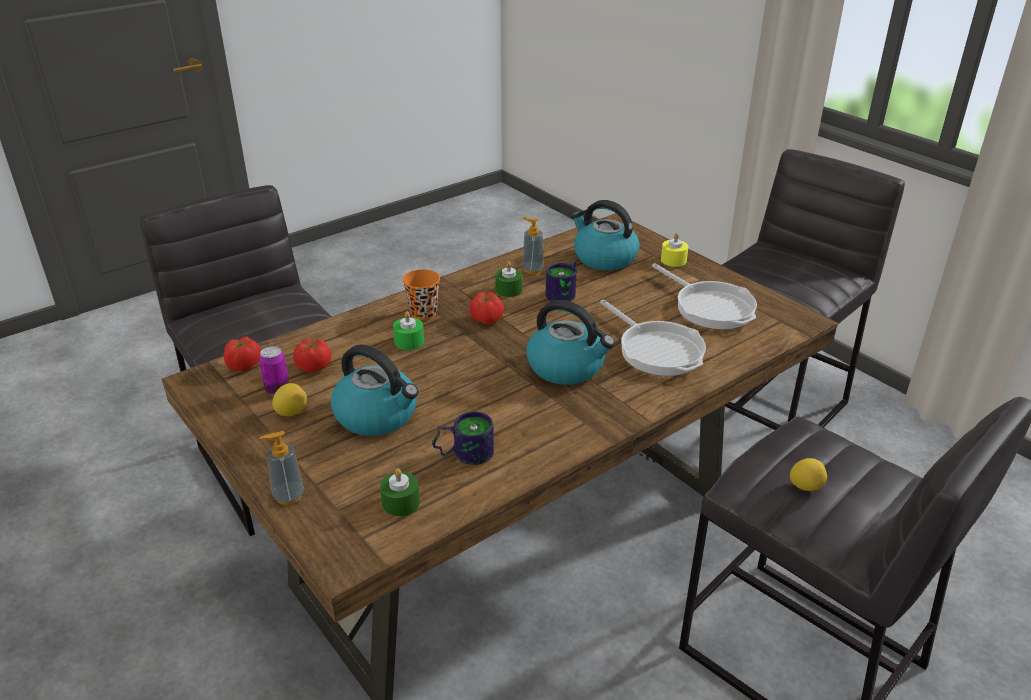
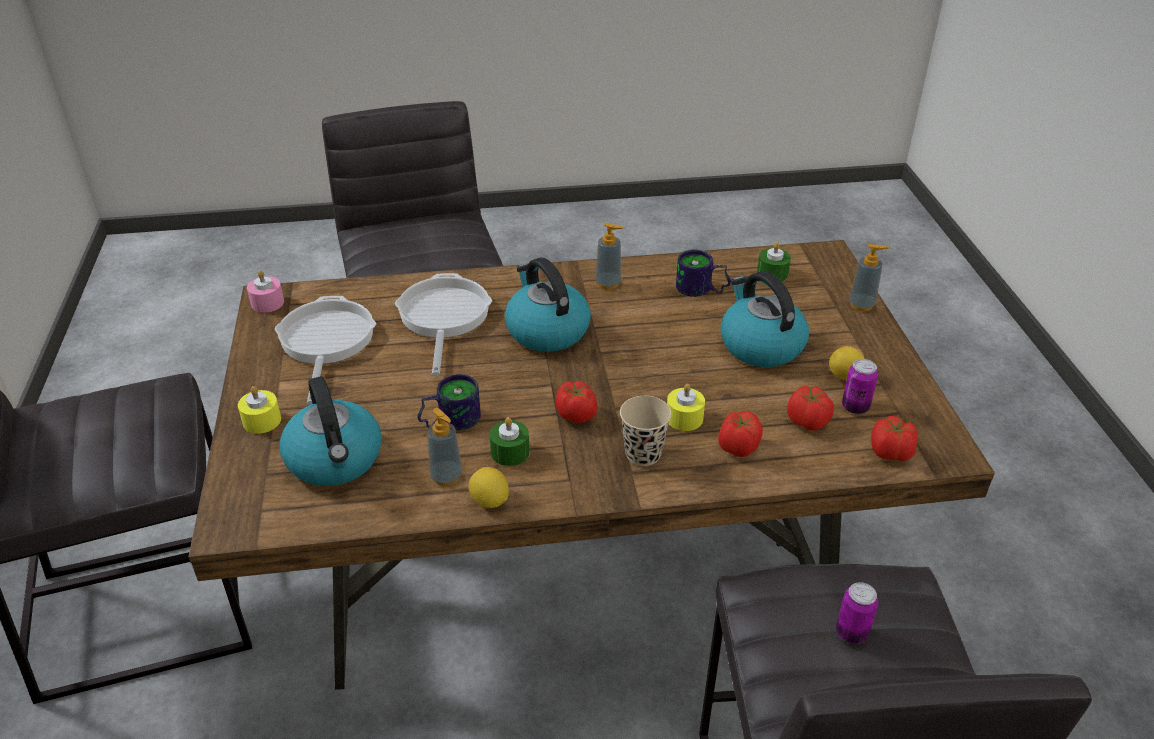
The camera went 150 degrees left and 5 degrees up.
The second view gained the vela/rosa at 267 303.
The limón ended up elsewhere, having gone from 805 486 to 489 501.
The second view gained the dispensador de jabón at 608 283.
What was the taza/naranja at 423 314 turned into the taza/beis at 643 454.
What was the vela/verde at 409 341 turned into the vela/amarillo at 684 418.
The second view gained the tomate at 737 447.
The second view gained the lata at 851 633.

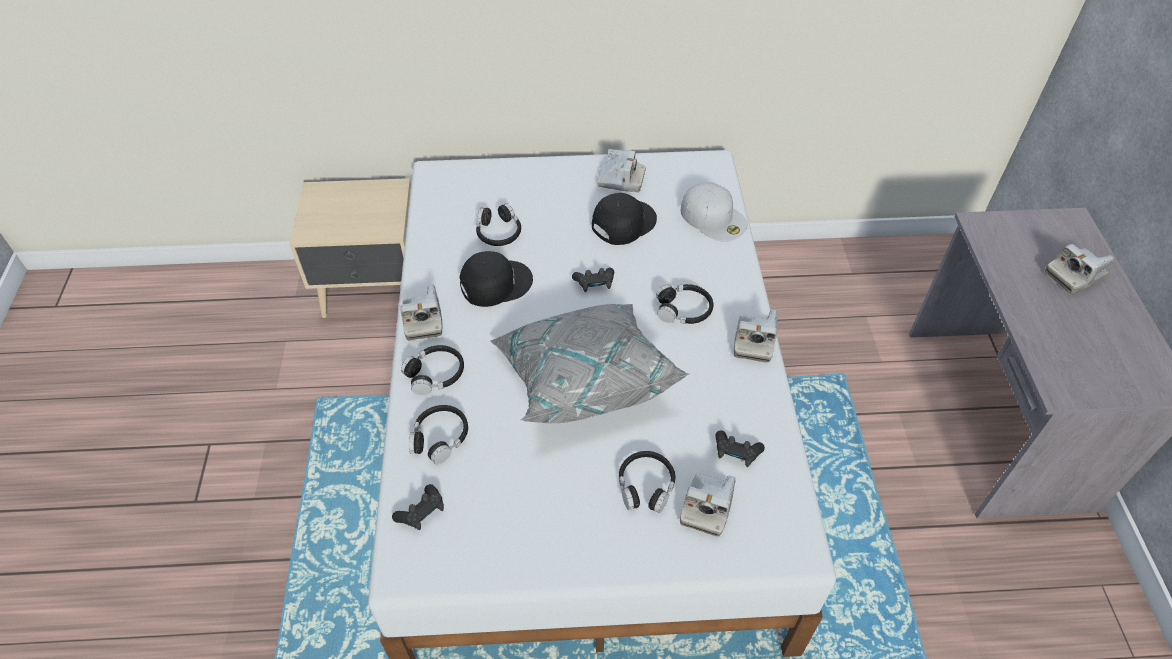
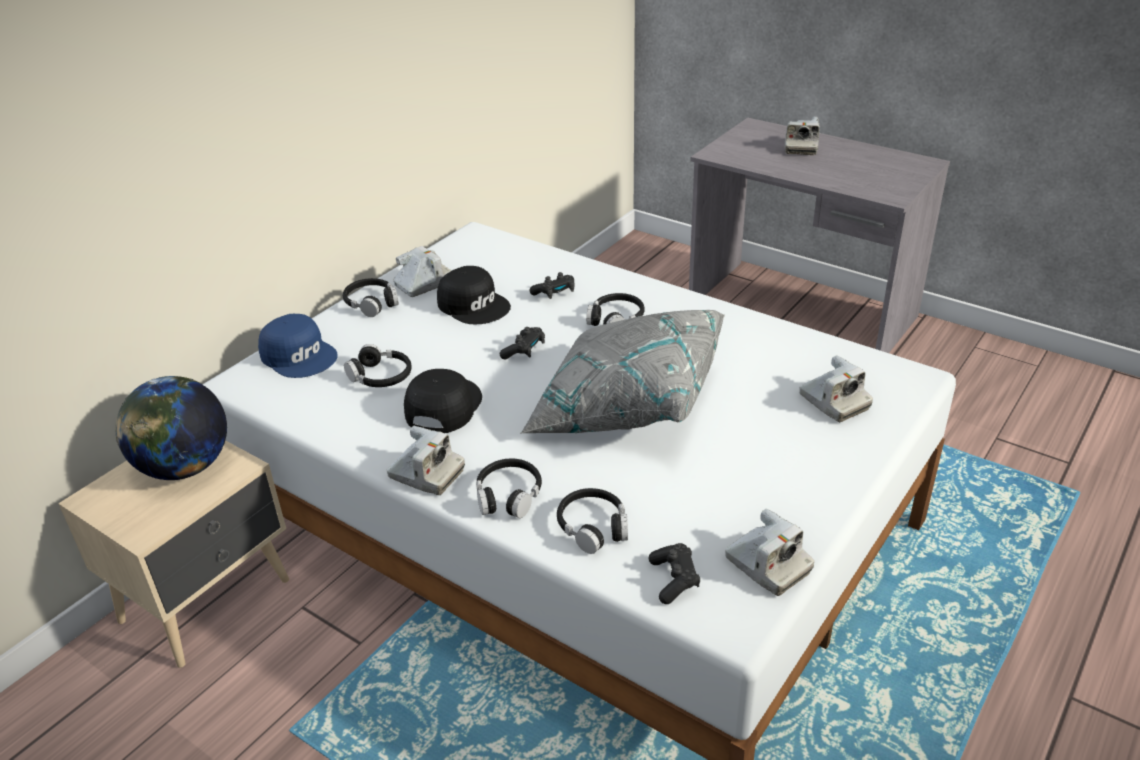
The camera went 50 degrees left and 15 degrees down.
The second view gained the globo terráqueo at 185 468.
The second view gained the gorra/azul at 299 355.
The auriculares/negro ended up elsewhere, having gone from 646 486 to 371 303.
The gorra/negro at 623 222 ended up facing another way, 135 degrees clockwise from before.
The mando de consola/negro ended up elsewhere, having gone from 736 453 to 555 293.
The cámara ended up elsewhere, having gone from 753 341 to 767 565.
The second view lost the gorra/blanco at 714 217.

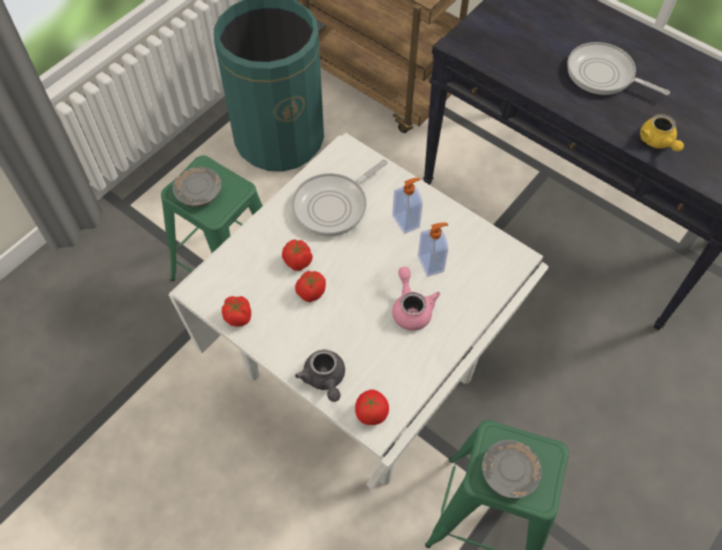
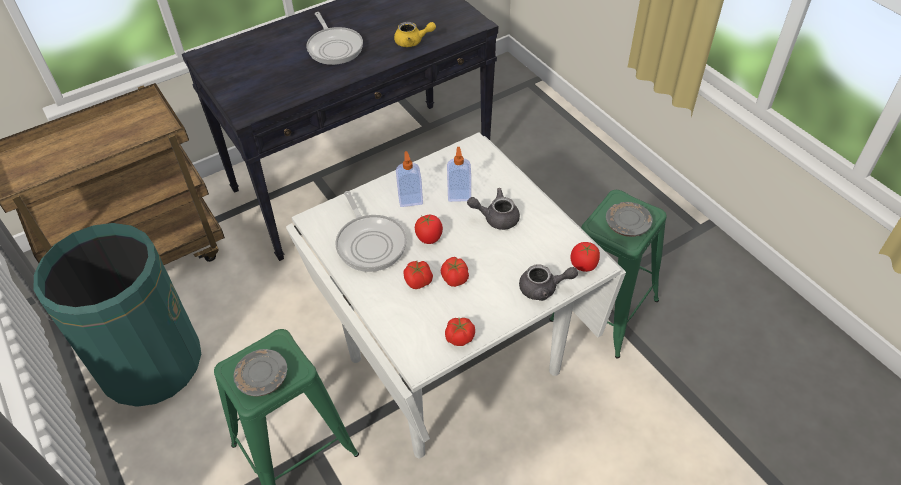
The camera went 70 degrees left and 10 degrees down.
The sartén at 603 75 ended up facing another way, 75 degrees counterclockwise from before.
The second view gained the tomate at 429 238.
What was the tetera/rosa at 411 308 turned into the tetera/gris at 496 218.

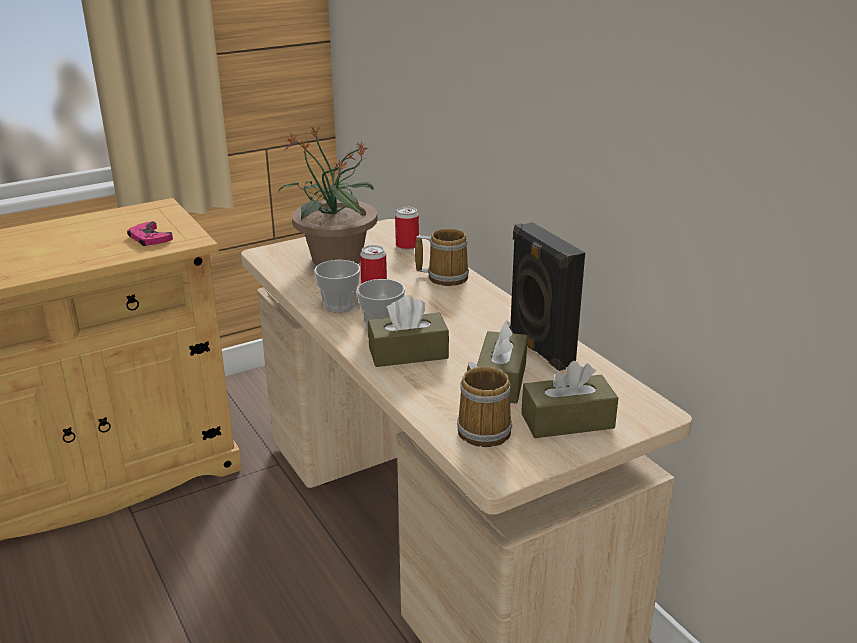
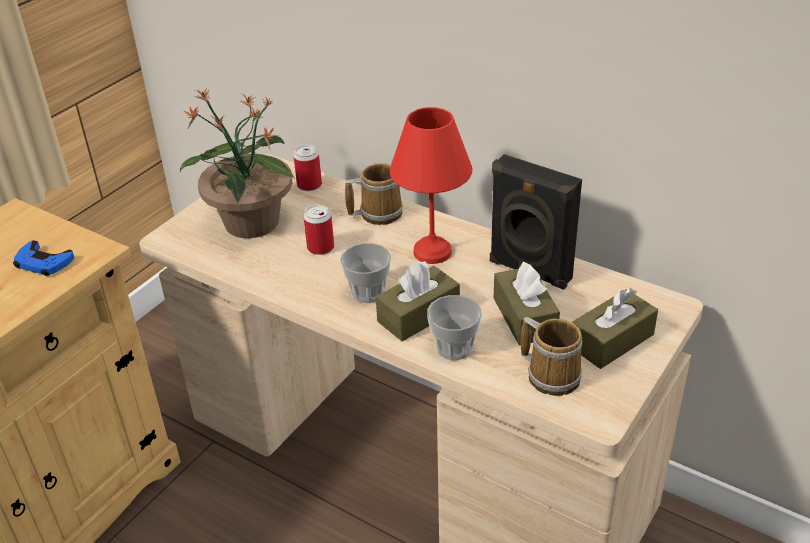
The camera went 25 degrees left and 10 degrees up.
What was the mando de consola/rosa at 149 238 turned into the mando de consola/azul at 43 263.
The second view gained the lámpara de mesa/rojo at 433 253.
The taza ended up elsewhere, having gone from 339 305 to 454 348.

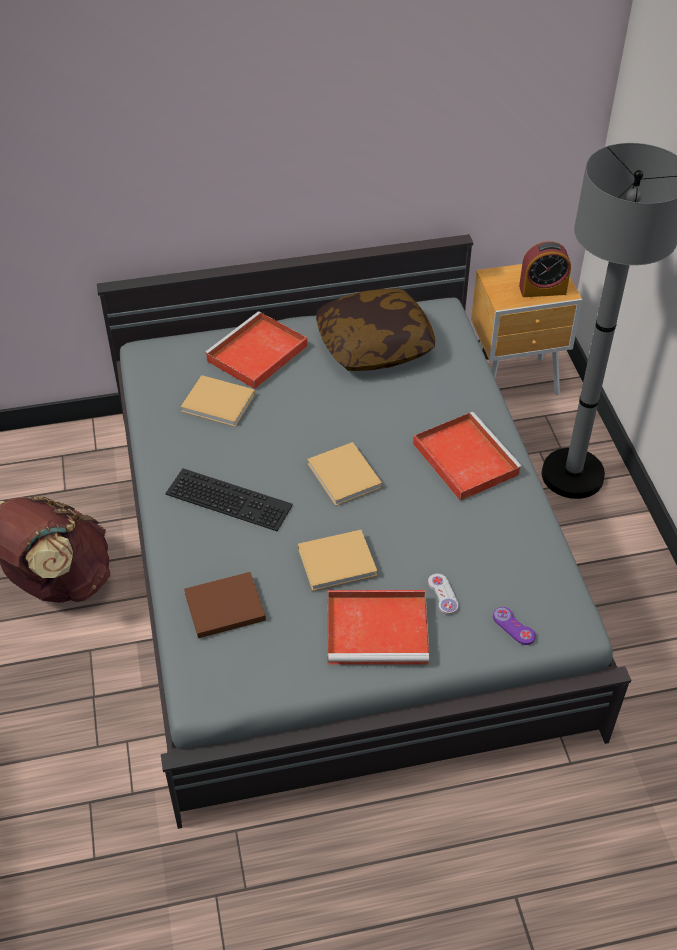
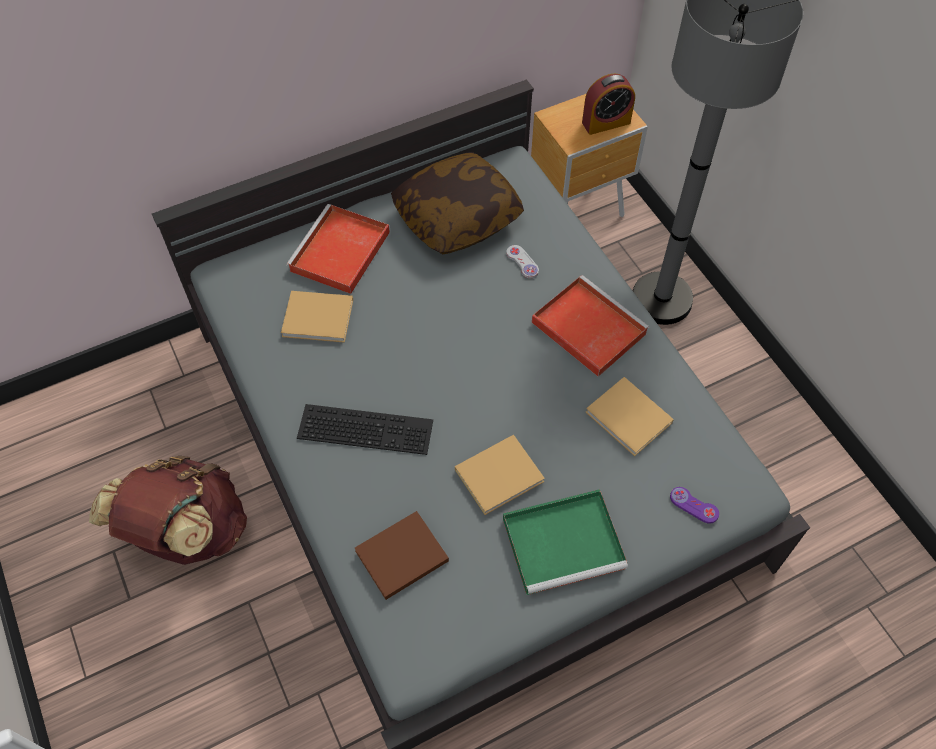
The camera went 15 degrees left and 10 degrees up.
What was the bandeja/rojo at 379 629 turned into the bandeja/verde at 565 542.
The mando de consola/blanco ended up elsewhere, having gone from 443 595 to 522 262.
The libro/beis ended up elsewhere, having gone from 345 477 to 630 419.

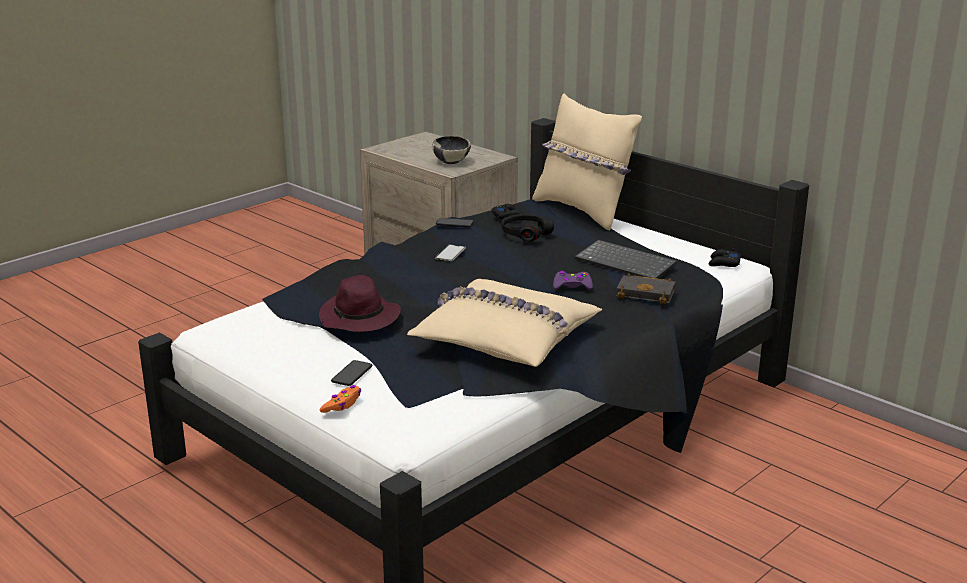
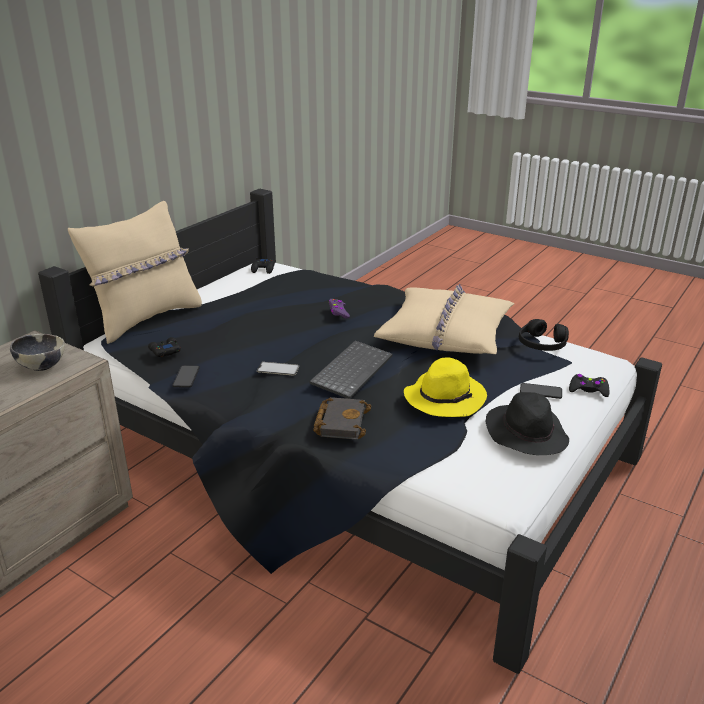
The camera went 100 degrees left and 5 degrees up.
The teclado ended up elsewhere, having gone from 627 263 to 351 370.
The libro/negro ended up elsewhere, having gone from 647 293 to 340 422.
What was the sombrero/morado at 360 318 turned into the sombrero/amarillo at 445 398.
The second view gained the sombrero/negro at 525 434.
The auriculares/negro ended up elsewhere, having gone from 525 234 to 542 344.
What was the mando de consola/naranja at 342 404 turned into the mando de consola/negro at 588 390.

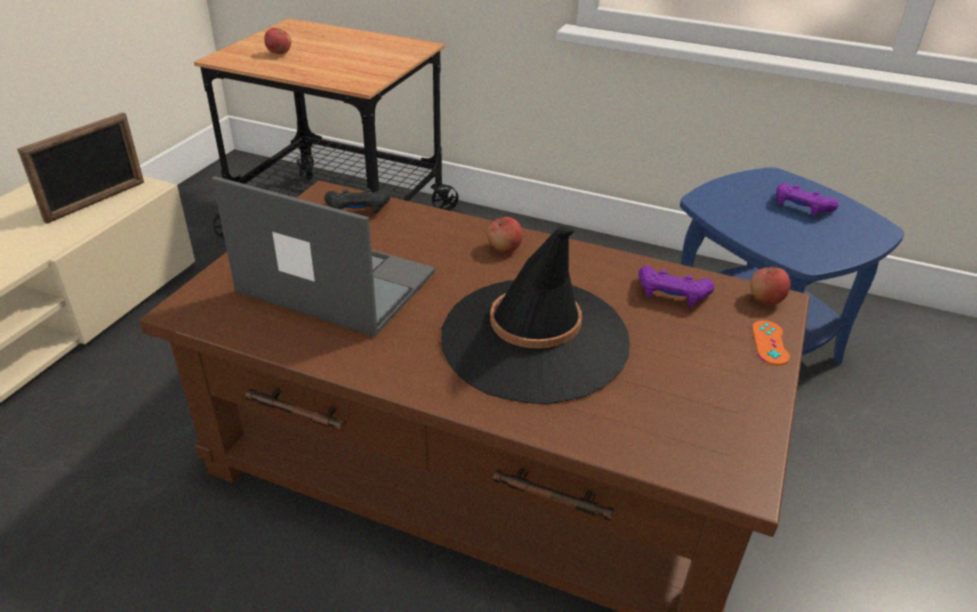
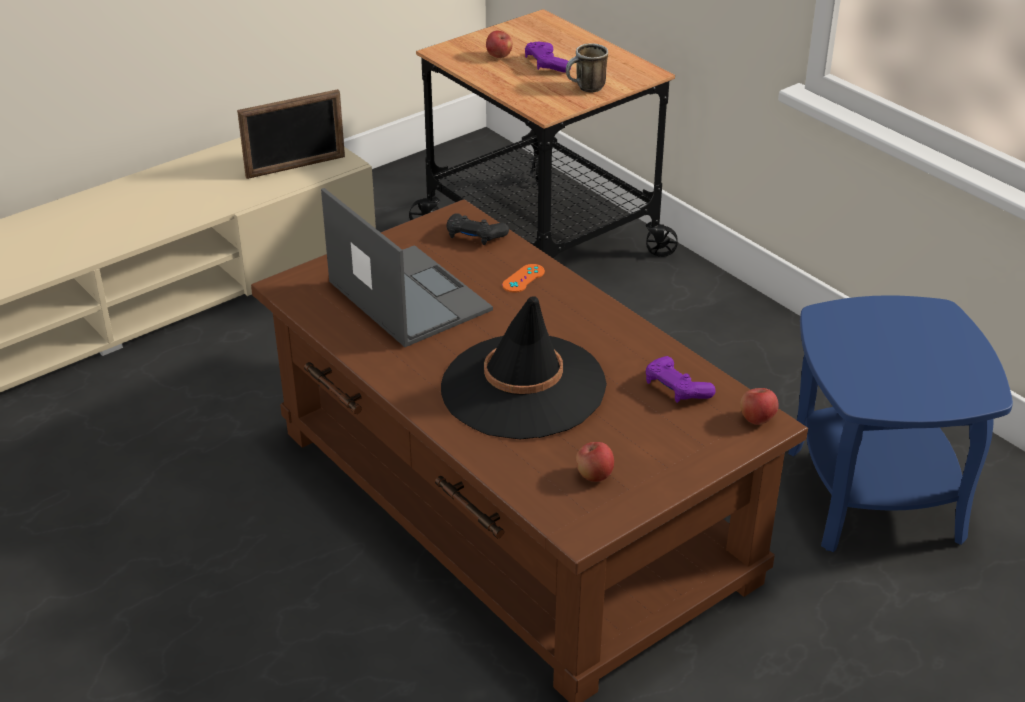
The camera went 30 degrees right and 0 degrees up.
The mando de consola/naranja ended up elsewhere, having gone from 770 343 to 523 278.
The mando de consola/morado ended up elsewhere, having gone from 801 207 to 546 65.
The second view gained the taza grande at 586 89.
The manzana ended up elsewhere, having gone from 504 249 to 594 475.

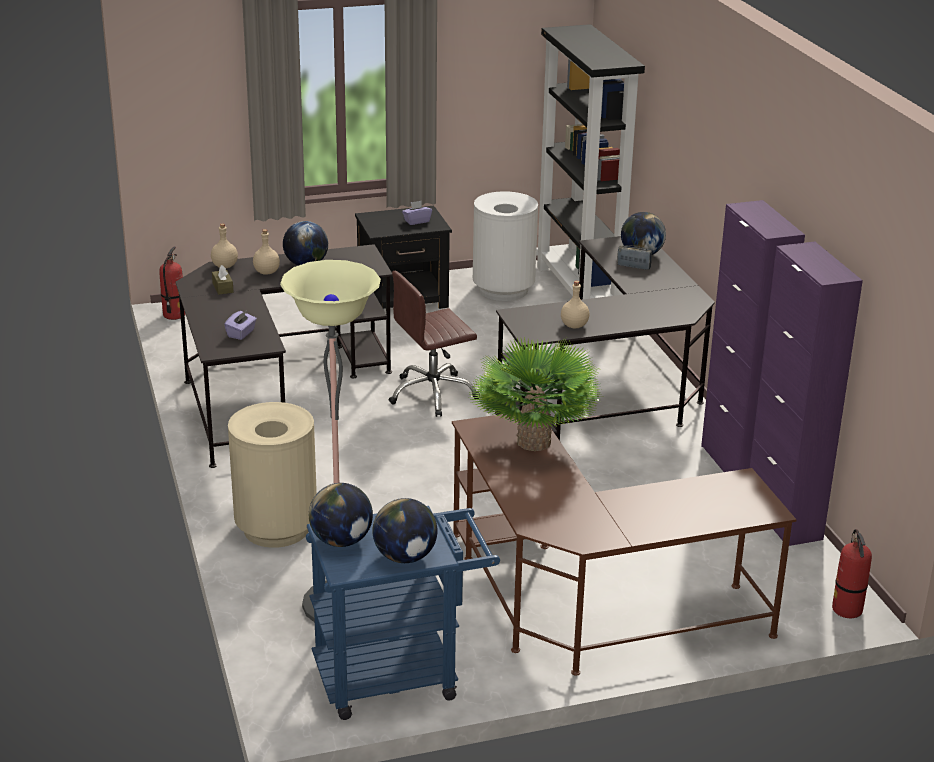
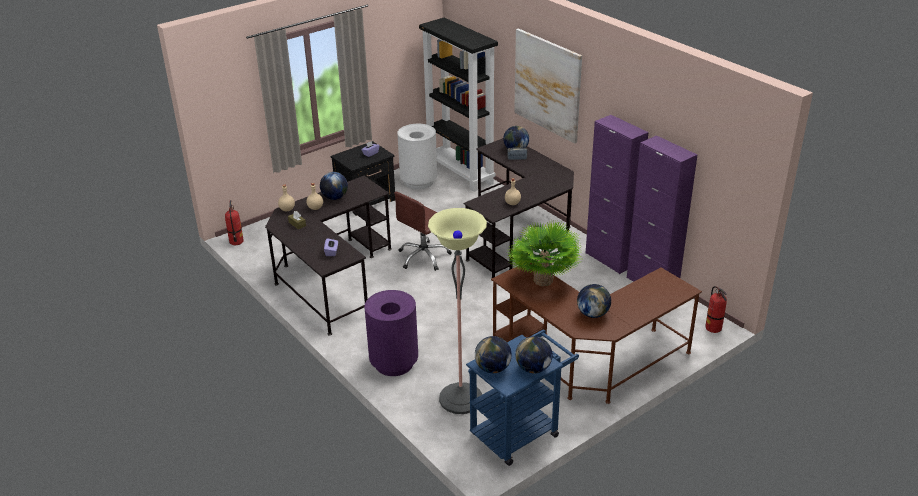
The camera went 20 degrees left and 5 degrees up.
What was the papelera/beis at 276 528 turned into the papelera/morado at 394 363.
The second view gained the cuadro at 547 85.
The second view gained the globo terráqueo at 593 314.

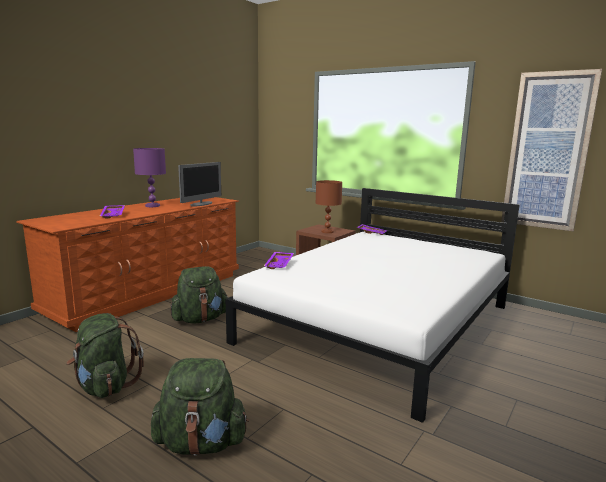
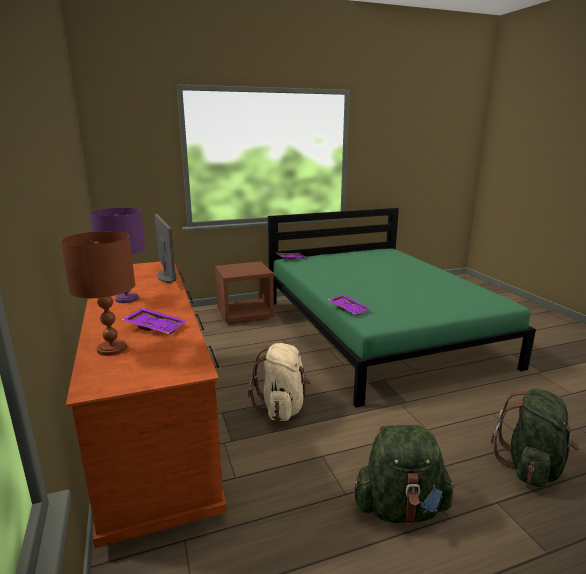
The camera went 55 degrees left and 5 degrees up.
The lámpara de mesa/marrón ended up elsewhere, having gone from 327 231 to 111 349.
What was the mochila/verde at 200 319 turned into the mochila/beis at 282 407.
What was the cama/blanco at 381 323 turned into the cama/verde at 378 331.
The second view lost the cuadro at 548 151.

